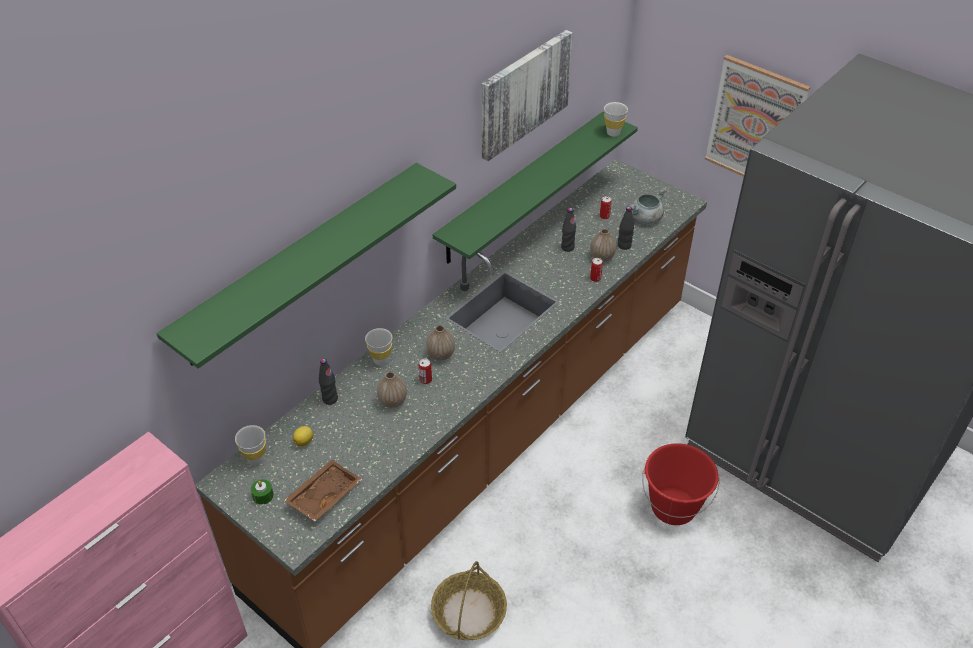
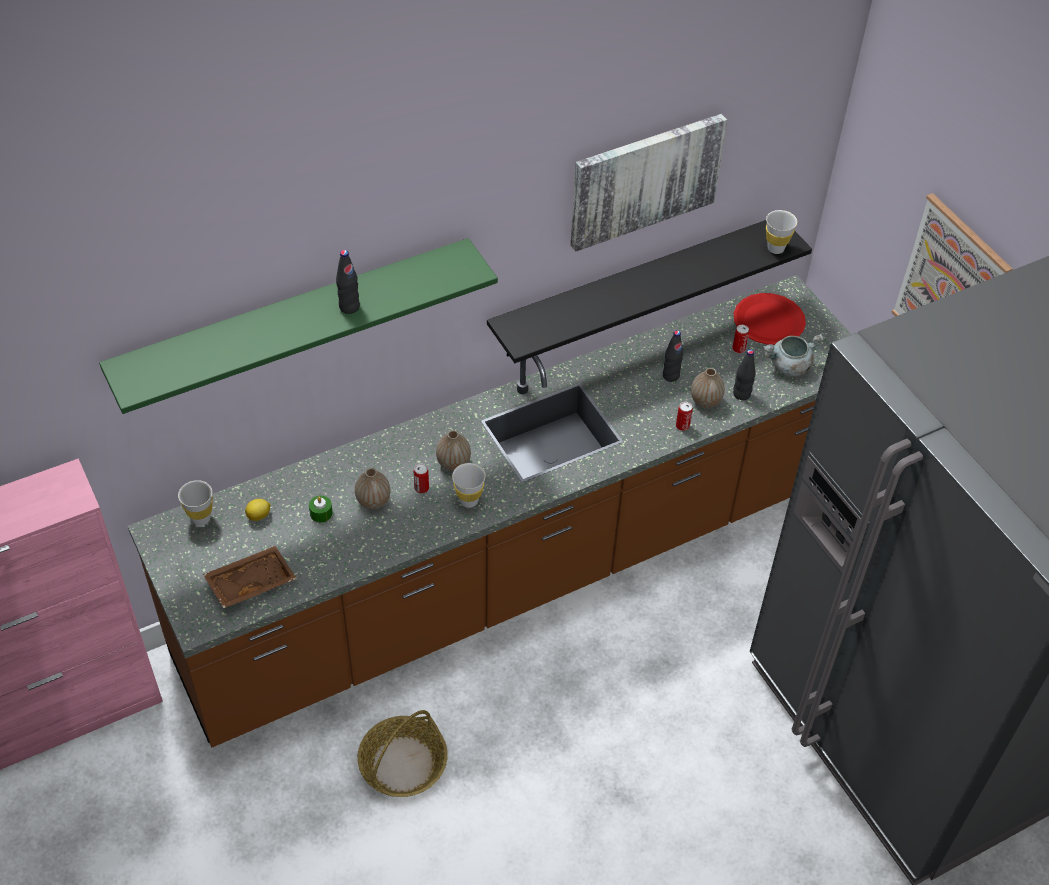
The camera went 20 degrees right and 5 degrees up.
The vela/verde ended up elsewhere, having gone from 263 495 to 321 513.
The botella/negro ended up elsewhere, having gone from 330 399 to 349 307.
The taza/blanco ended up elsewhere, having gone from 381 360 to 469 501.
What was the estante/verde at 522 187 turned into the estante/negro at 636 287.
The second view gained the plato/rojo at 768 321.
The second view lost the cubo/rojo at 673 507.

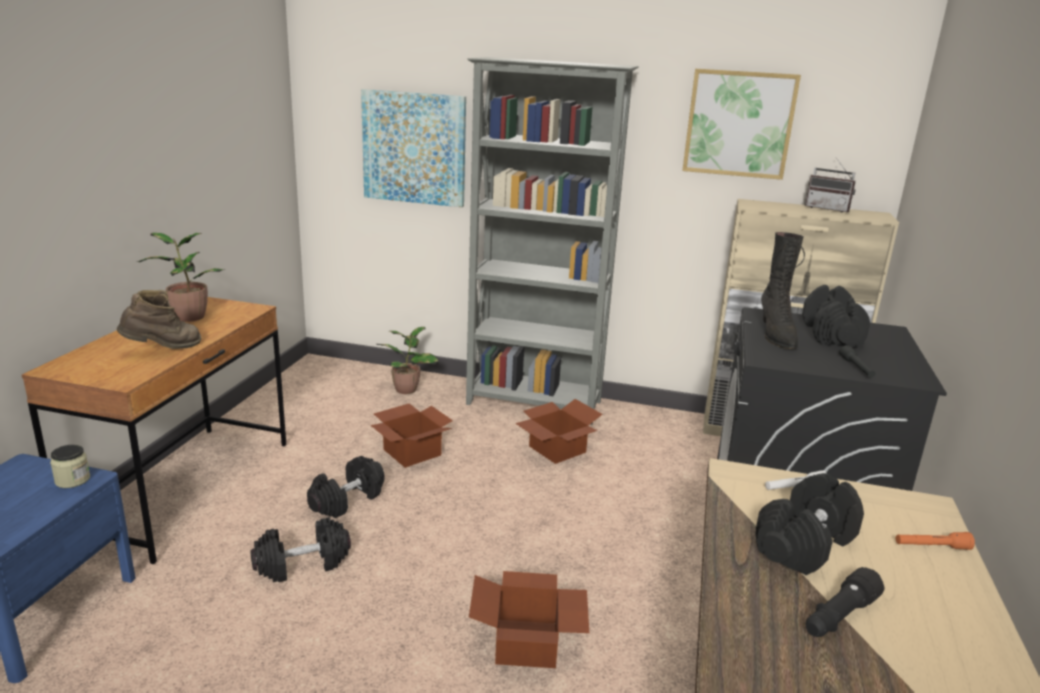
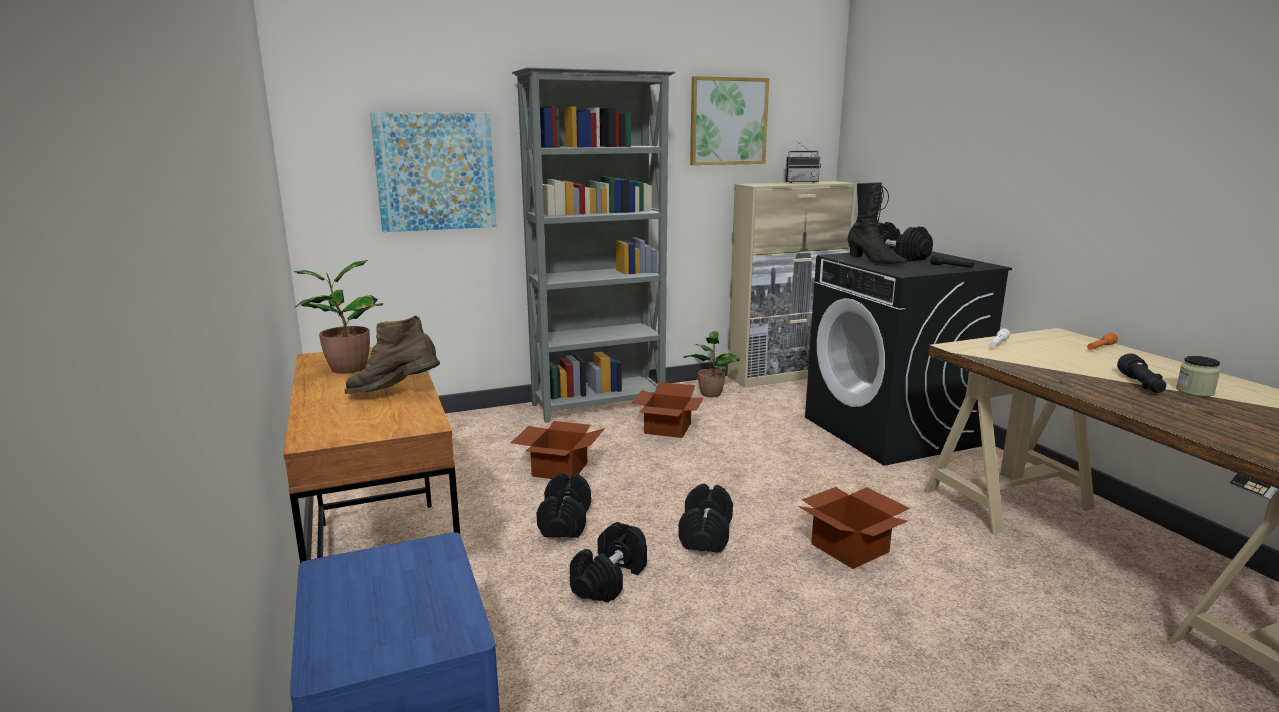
The camera went 35 degrees left and 5 degrees down.
The bota/marrón at 163 349 ended up facing another way, 105 degrees counterclockwise from before.
The mancuerna/negro ended up elsewhere, having gone from 804 543 to 705 534.
The planta en maceta ended up elsewhere, having gone from 407 389 to 710 393.
The tarro ended up elsewhere, having gone from 72 480 to 1194 391.

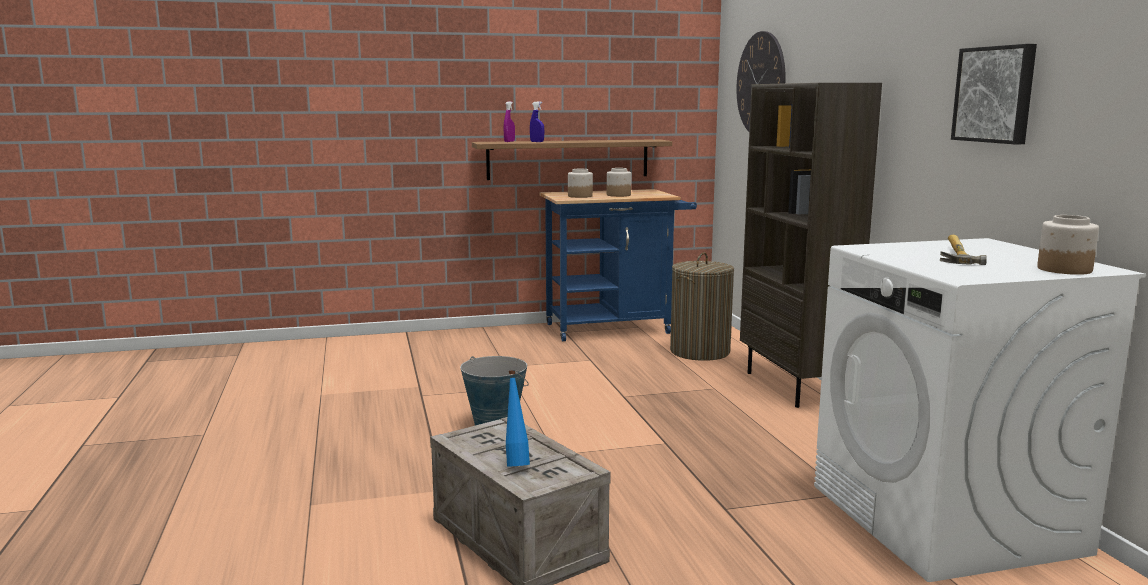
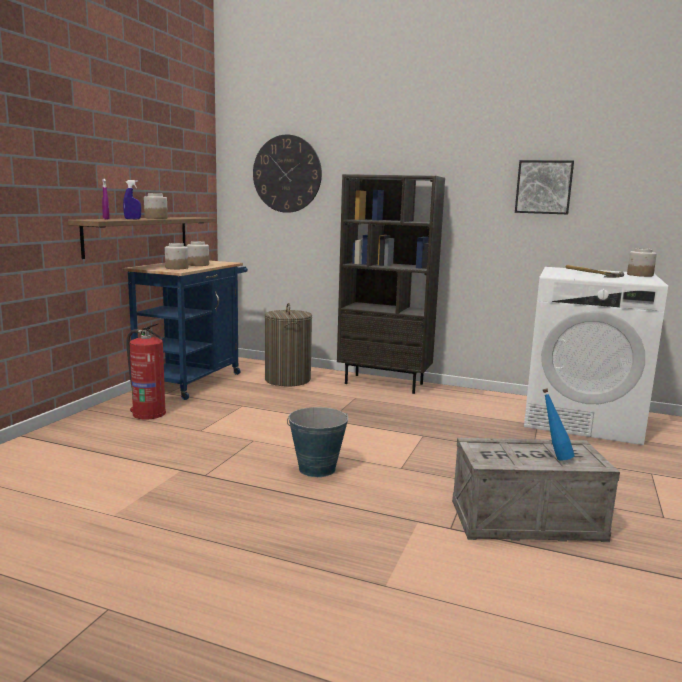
The camera went 55 degrees left and 0 degrees up.
The second view gained the extintor at 148 413.
The second view gained the tarro at 155 218.

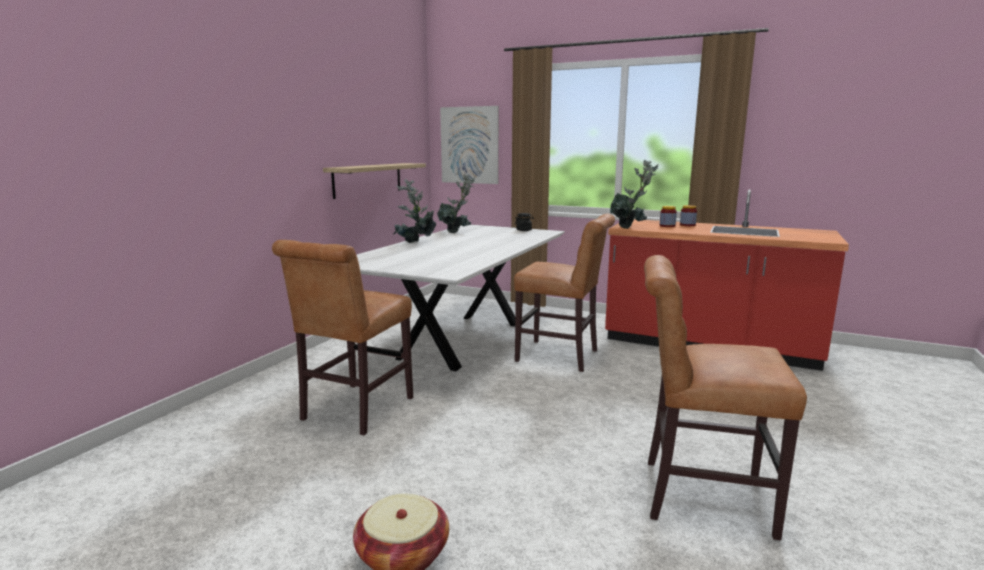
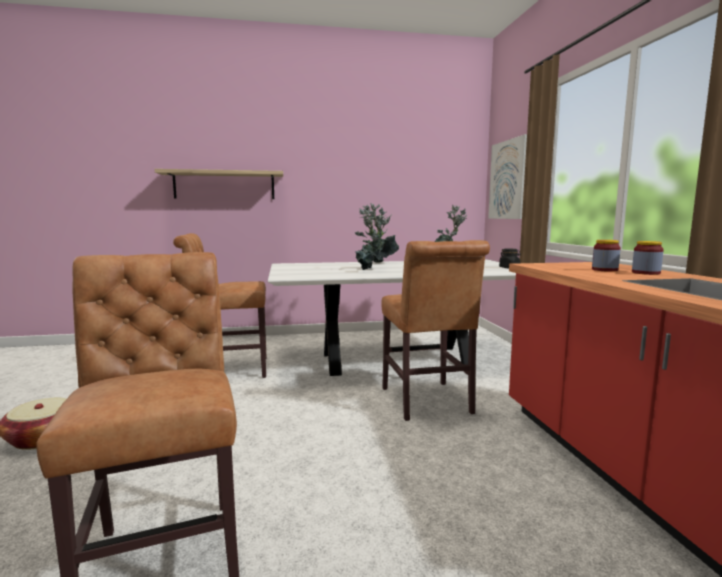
The camera went 55 degrees right and 5 degrees down.
The estante ended up elsewhere, having gone from 368 179 to 224 185.
The planta en maceta ended up elsewhere, having gone from 630 227 to 371 270.

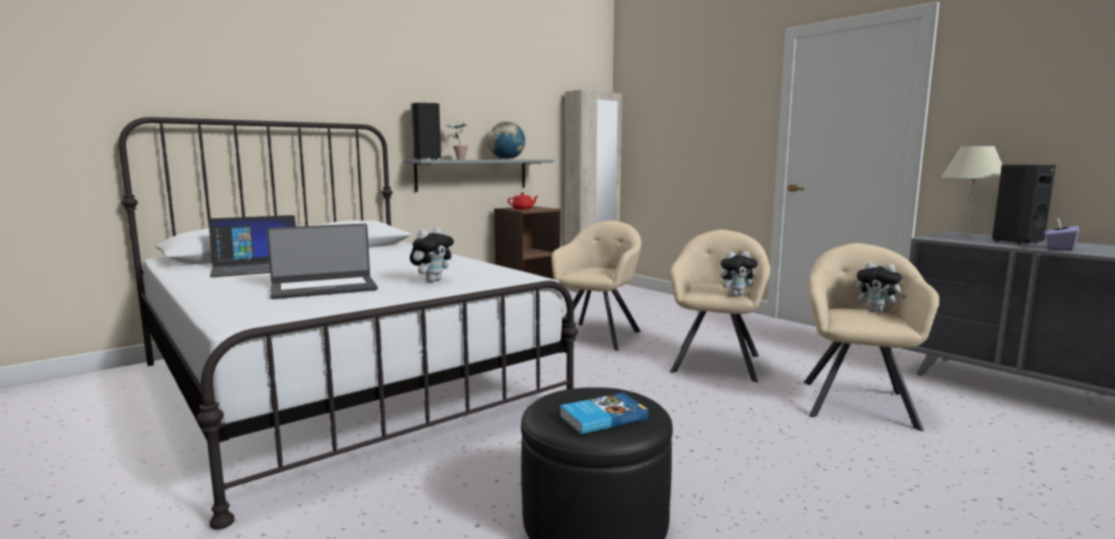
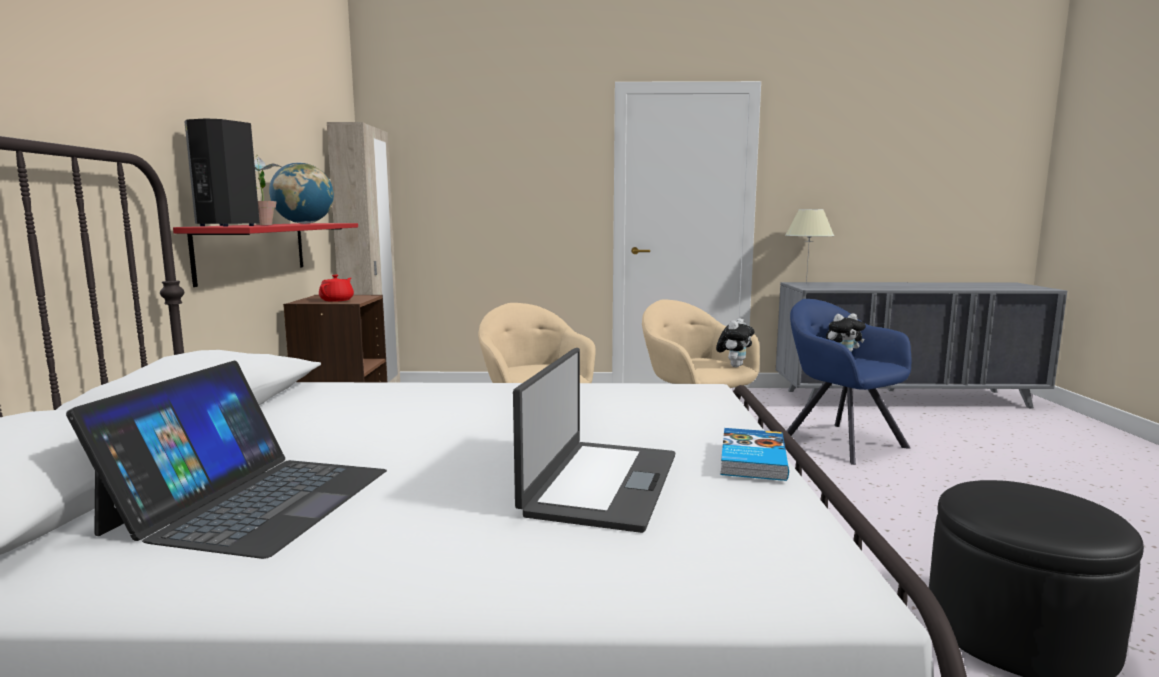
The camera went 50 degrees left and 0 degrees up.
What was the estante/gris at 472 174 turned into the estante/rojo at 253 250.
The libro ended up elsewhere, having gone from 602 417 to 751 459.
What was the sillón/beis at 856 401 turned into the sillón/azul at 839 441.
The second view lost the peluche at 432 280.
The second view lost the altavoz/negro at 1015 241.
The second view lost the caja de pañuelos/morado at 1058 248.

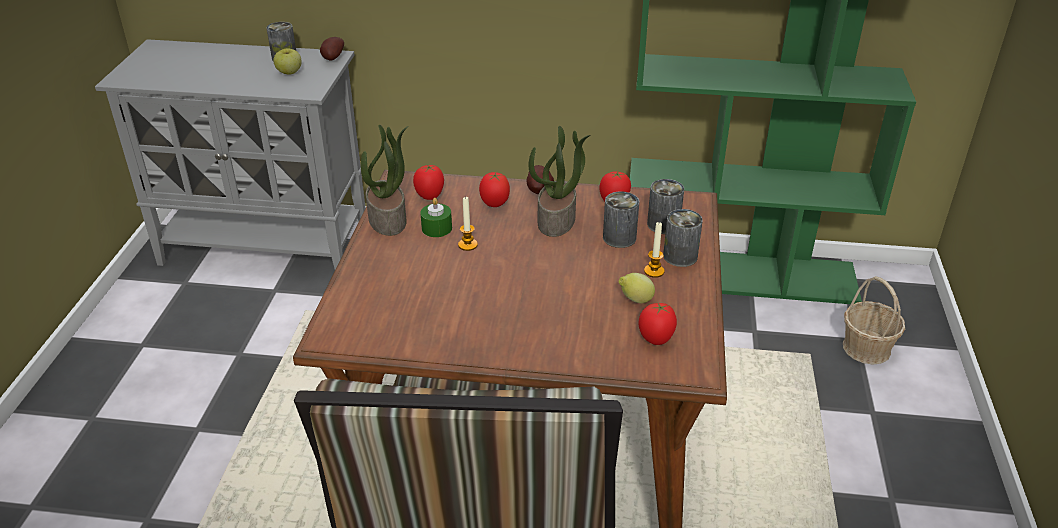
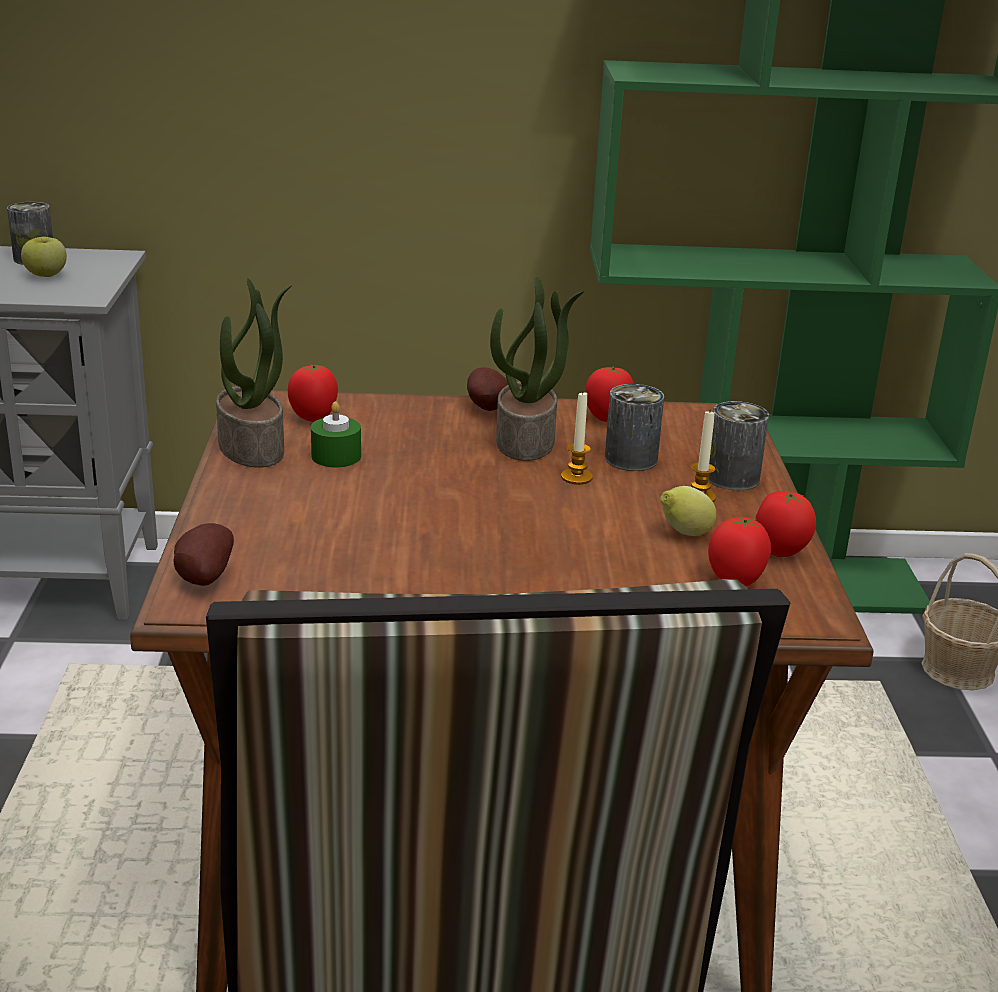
The camera went 10 degrees left and 10 degrees down.
The patata ended up elsewhere, having gone from 332 58 to 202 578.
The vela ended up elsewhere, having gone from 467 245 to 576 477.
The tomate ended up elsewhere, having gone from 494 204 to 780 552.
The second view lost the lata at 663 224.

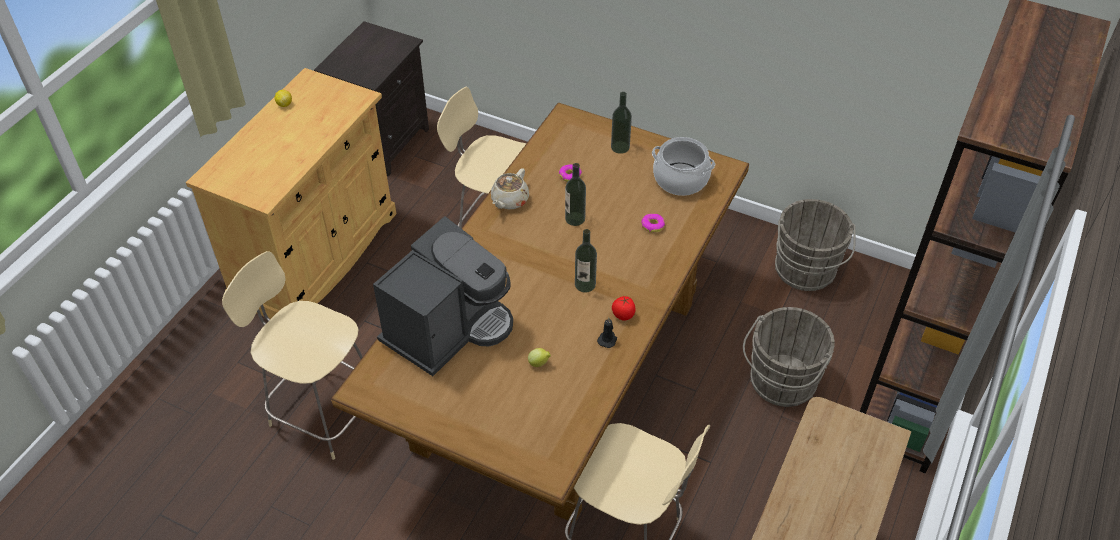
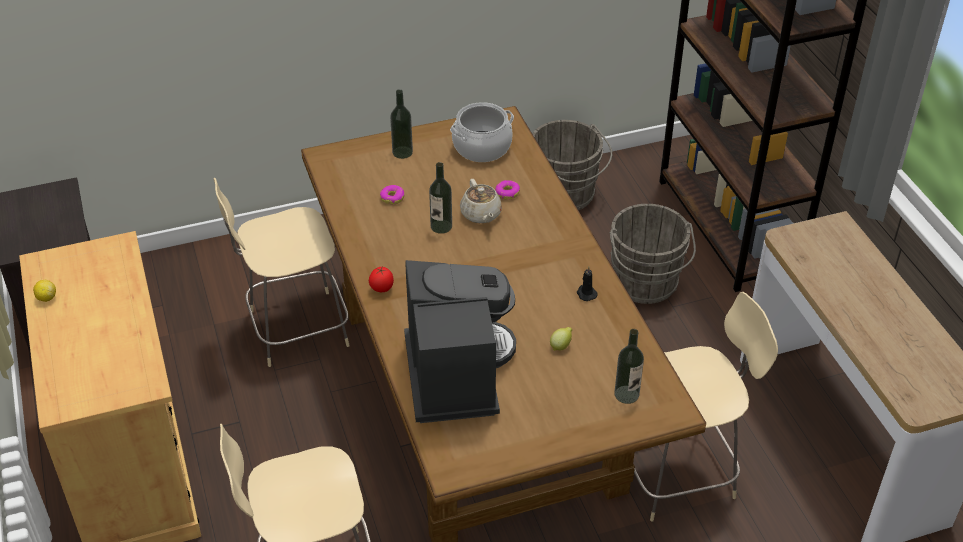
The camera went 45 degrees left and 5 degrees down.
The tomate ended up elsewhere, having gone from 623 315 to 381 288.
The tetera/beis ended up elsewhere, having gone from 509 200 to 481 214.
The botella ended up elsewhere, having gone from 585 284 to 626 394.

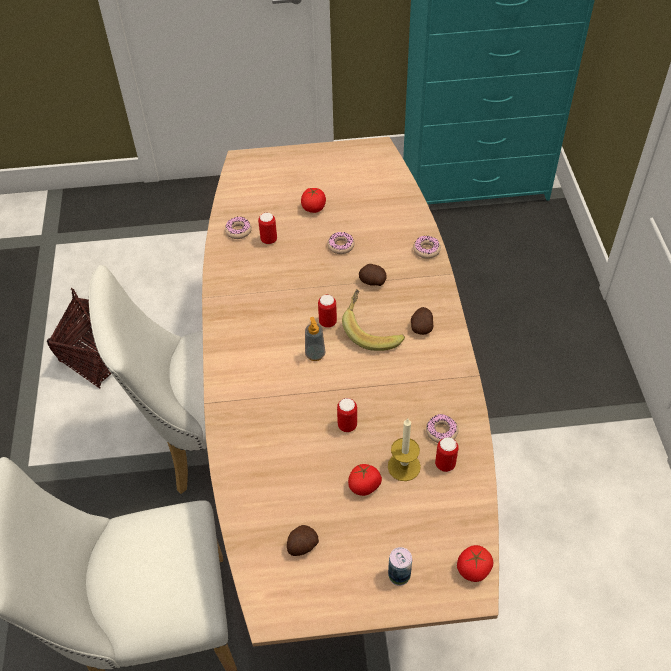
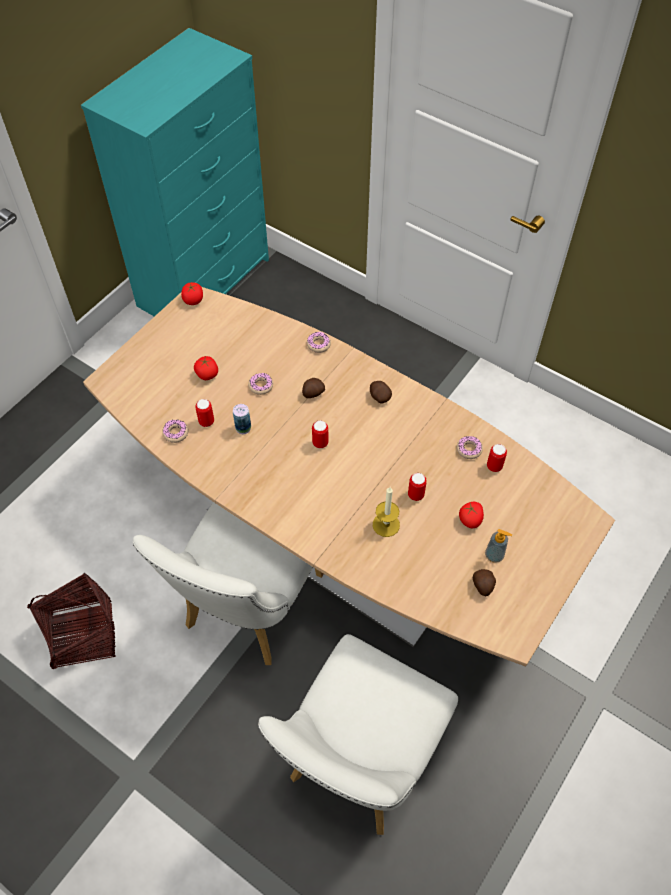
The camera went 50 degrees left and 5 degrees up.
The tomate ended up elsewhere, having gone from 473 569 to 193 300.
The lata ended up elsewhere, having gone from 399 575 to 243 428.
The vela ended up elsewhere, having gone from 404 466 to 386 524.
The dispensador de jabón ended up elsewhere, having gone from 315 354 to 494 555.
The second view lost the plátano at 372 330.

